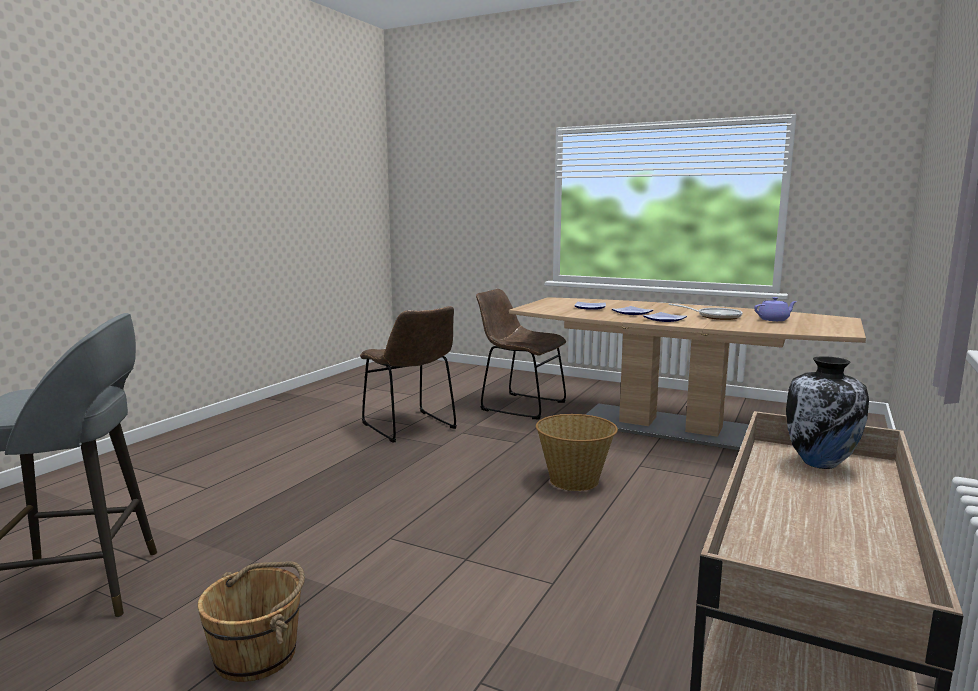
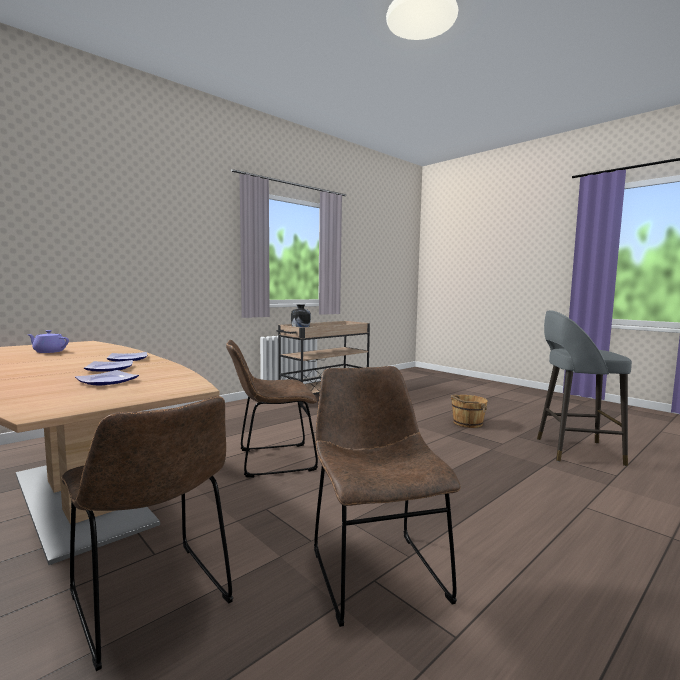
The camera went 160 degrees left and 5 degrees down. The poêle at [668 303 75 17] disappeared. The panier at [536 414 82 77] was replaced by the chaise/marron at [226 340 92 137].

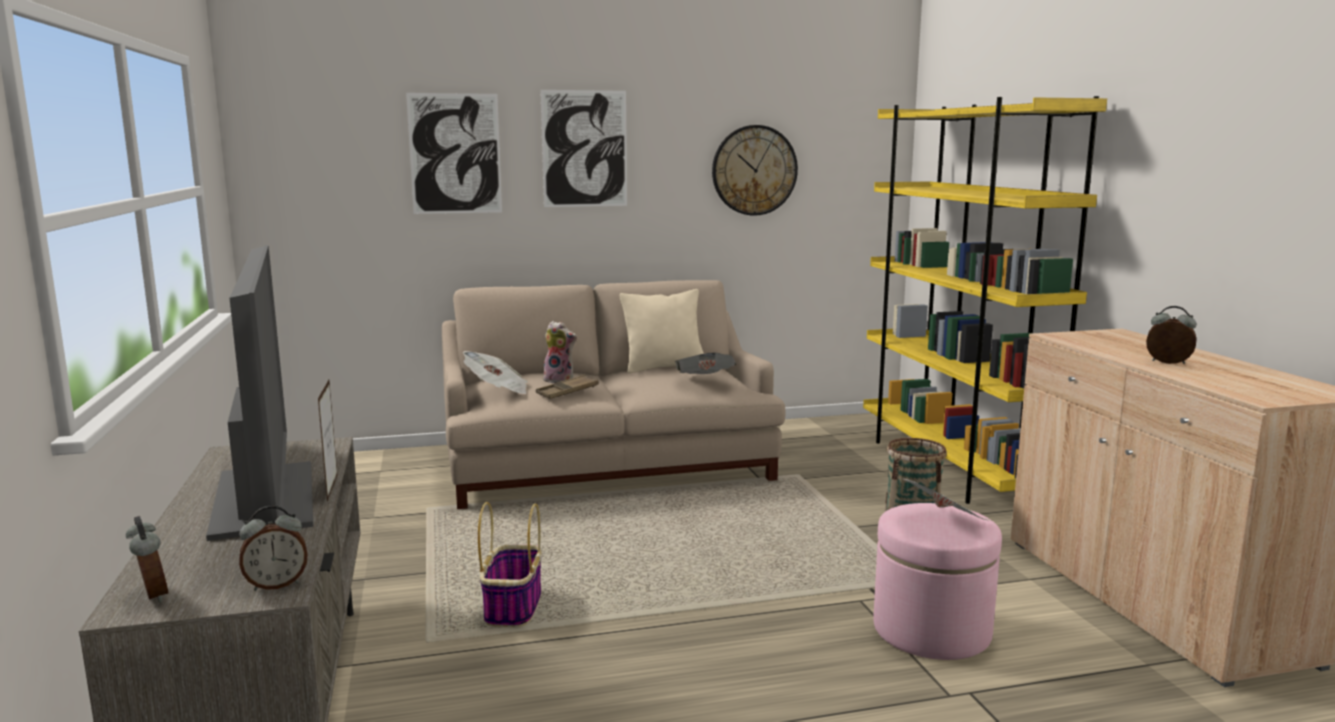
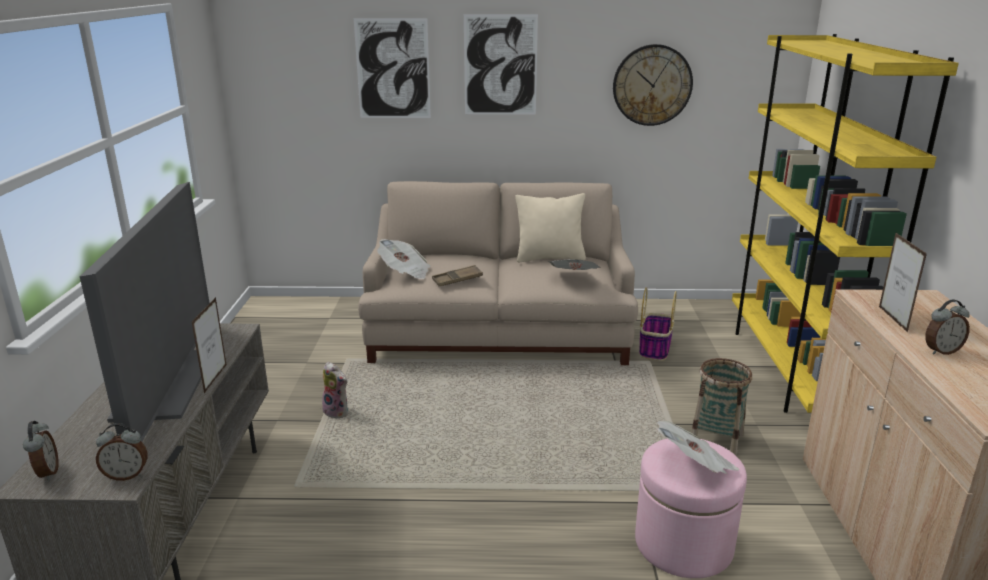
The camera went 15 degrees right and 10 degrees up. The réveil at [1146 306 51 58] turned 120 degrees clockwise. The peluche moved from [543 321 34 62] to [322 362 26 56]. The panier moved from [478 502 63 125] to [639 287 38 74]. The cadre photo at [879 233 48 100] appeared.

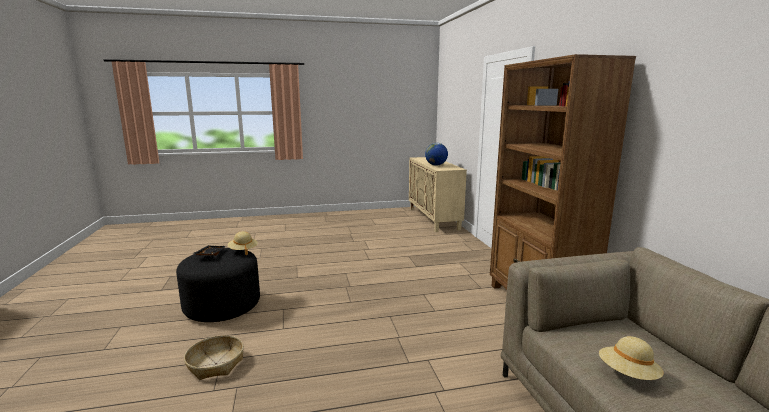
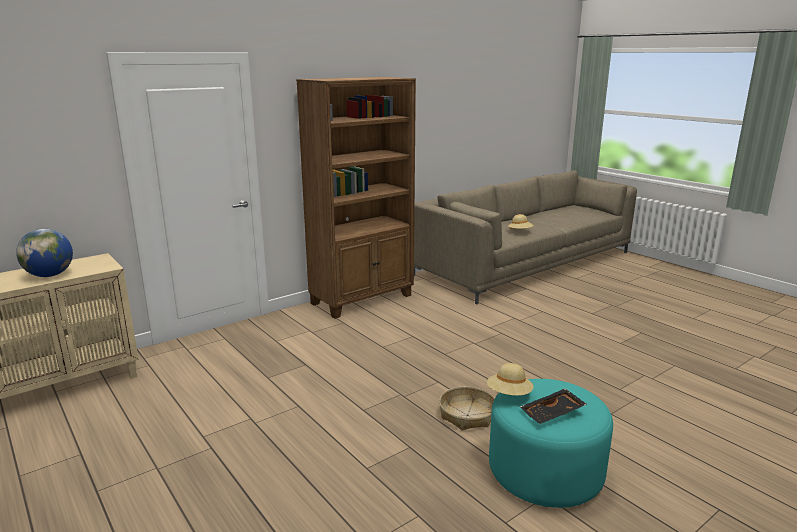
The camera went 115 degrees left and 5 degrees up. The pouf/noir at [176 248 84 74] became the pouf/turquoise at [489 379 124 129]. The panier moved from [184 335 60 45] to [439 387 56 43].

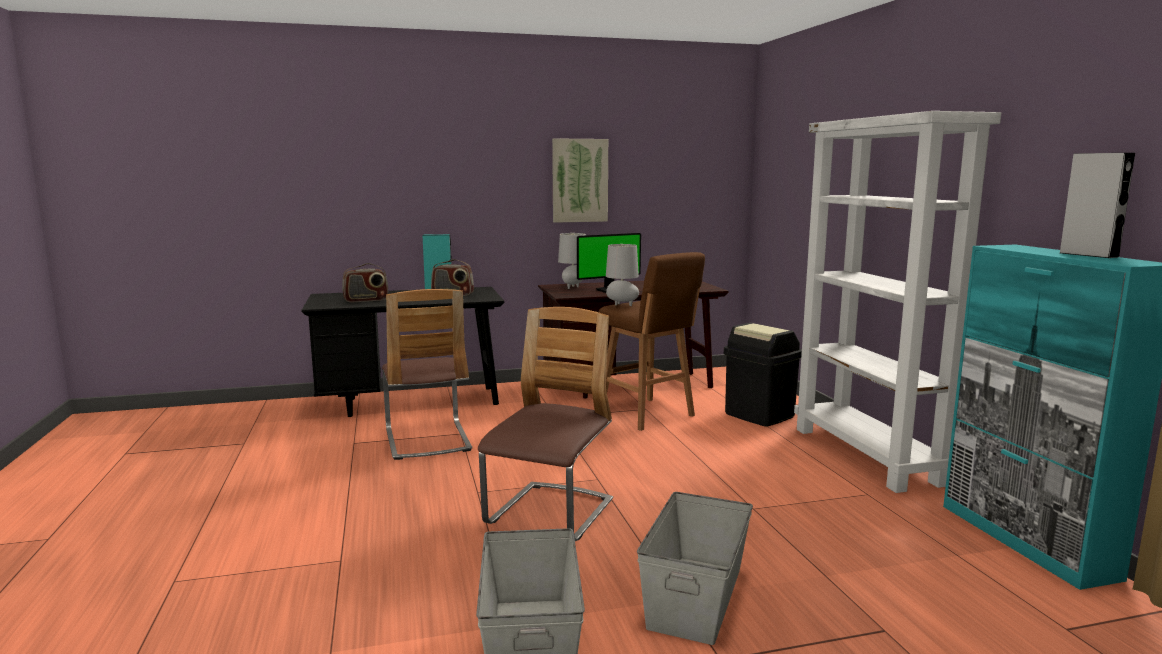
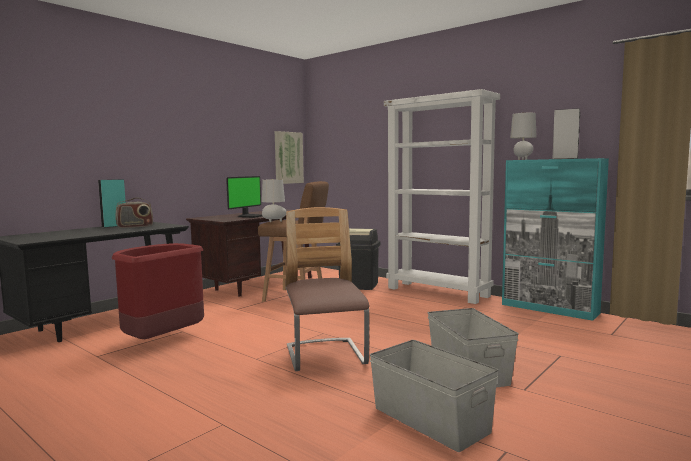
The camera went 35 degrees left and 5 degrees down. The tableau moved from [552 138 56 85] to [275 131 29 53]. The lampe de table/gris moved from [558 233 28 56] to [510 113 27 47]. The radio at [342 263 46 39] disappeared. The chaise at [382 289 90 171] was replaced by the poubelle/rouge at [112 243 92 96].

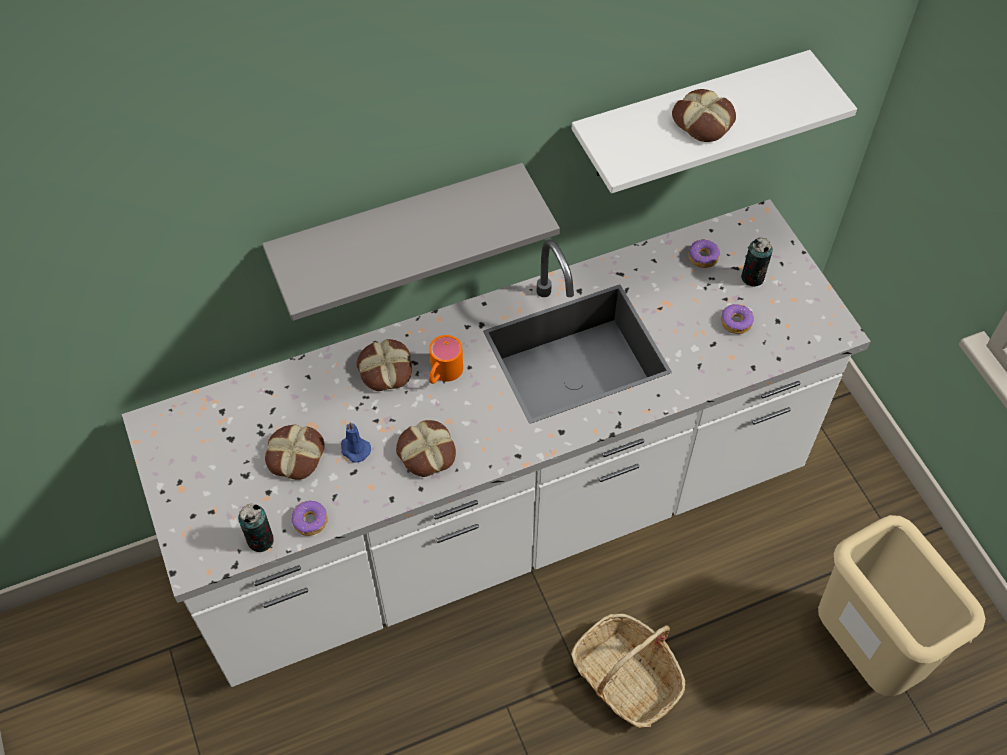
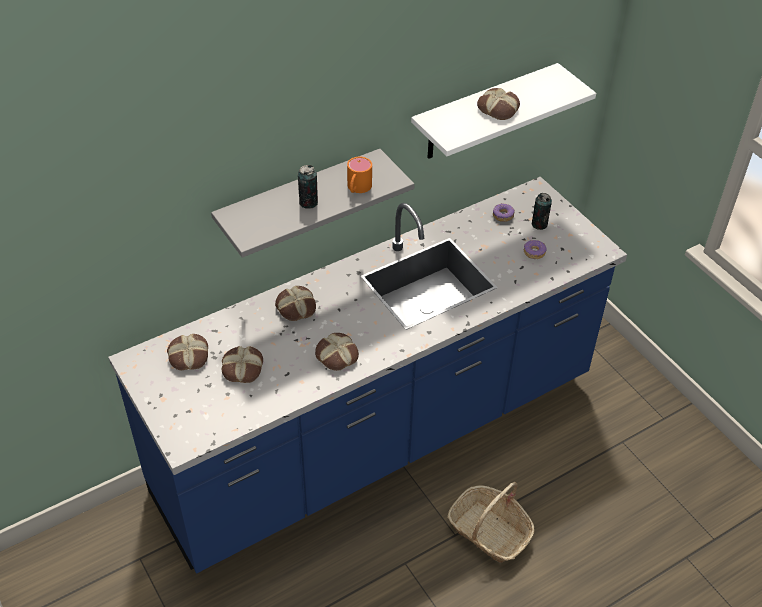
The camera went 10 degrees left and 10 degrees down. The comptoir de cuisine/blanc at [122 199 749 488] became the comptoir de cuisine/bleu at [108 177 519 396]. The mug/orange moved from [429 335 34 49] to [347 157 25 36]. The bougie/bleu at [341 422 30 40] disappeared. The beignet at [292 500 36 36] disappeared. The boîte métallique moved from [238 504 36 48] to [298 165 20 44]. The poubelle/beige at [818 515 168 181] disappeared. The pain at [167 334 41 36] appeared.

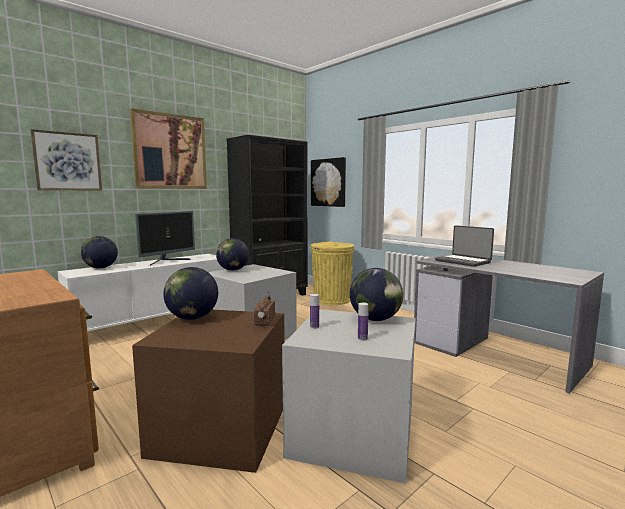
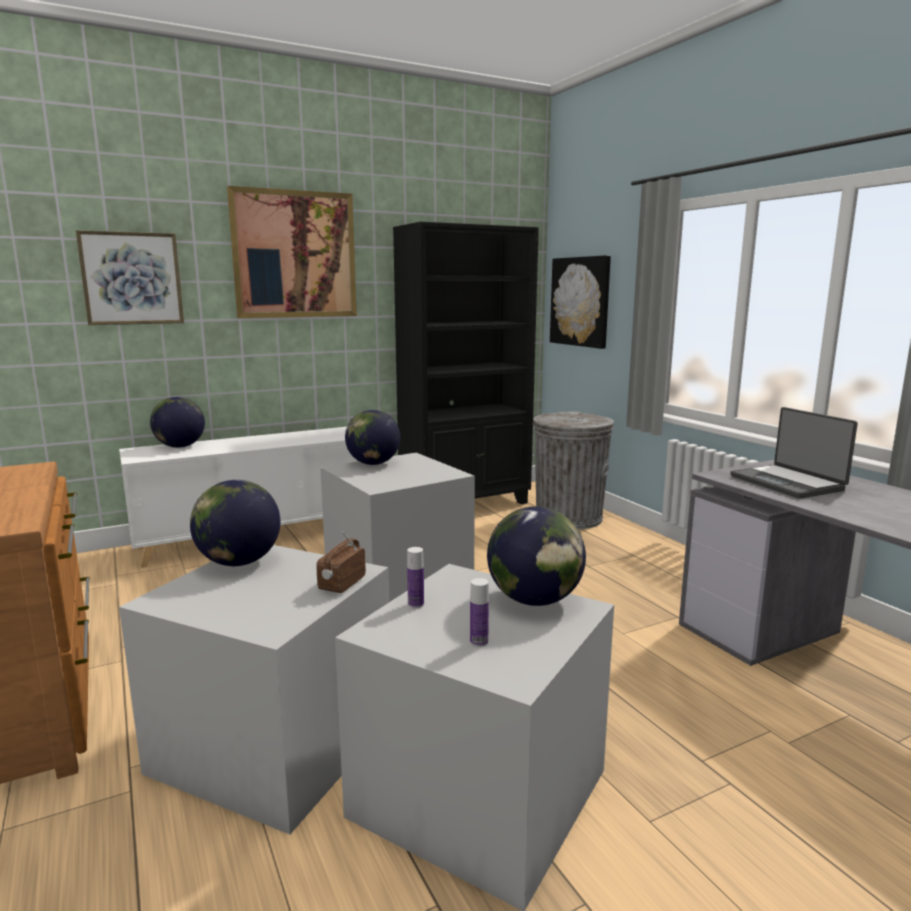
The camera went 15 degrees right and 5 degrees up. The écran d'ordinateur at [135 211 60 55] disappeared. The poubelle/jaune at [310 242 44 63] became the poubelle/gris at [533 411 81 118]. The boîte de rangement/marron at [132 310 153 163] became the boîte de rangement/gris at [119 545 270 290].

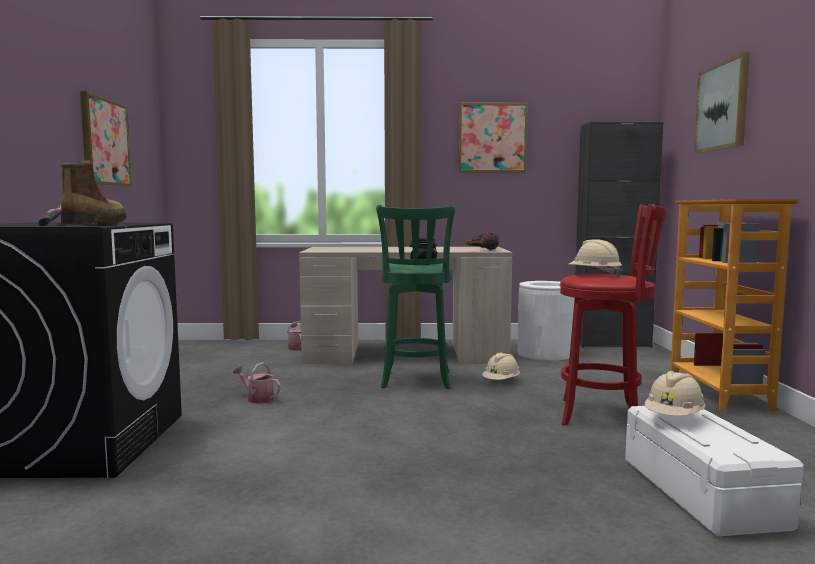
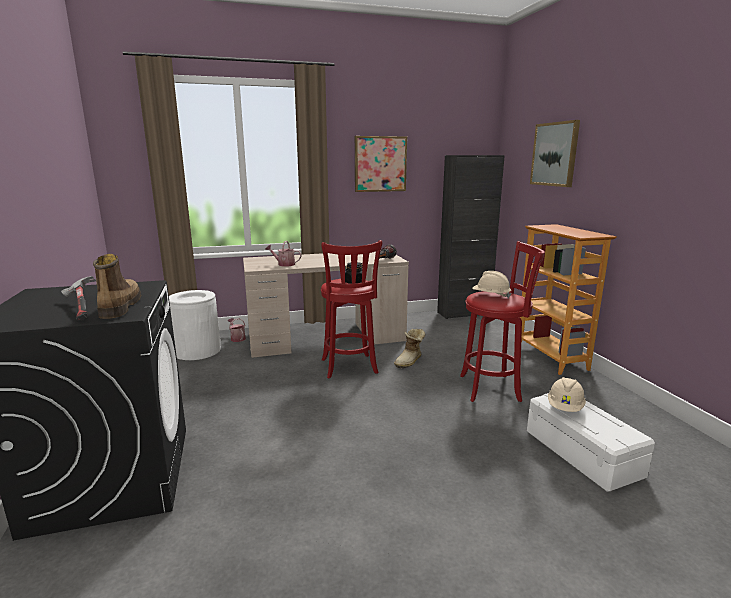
The camera went 15 degrees left and 10 degrees up. The tableau at [80 91 52 96] disappeared. The tabouret/vert at [376 205 79 184] became the tabouret/rouge at [321 240 61 138]. The poubelle/blanc moved from [518 281 57 80] to [169 290 52 70]. The casque de chantier/beige at [482 353 38 27] was replaced by the botte at [394 329 31 39]. The arrosoir moved from [233 362 48 42] to [265 241 36 26].

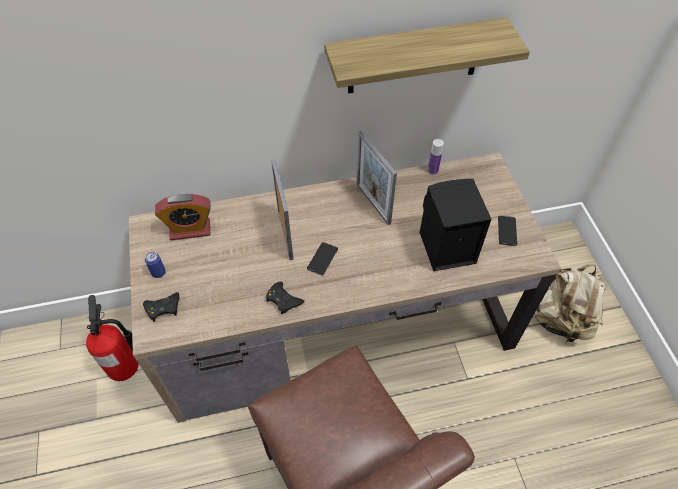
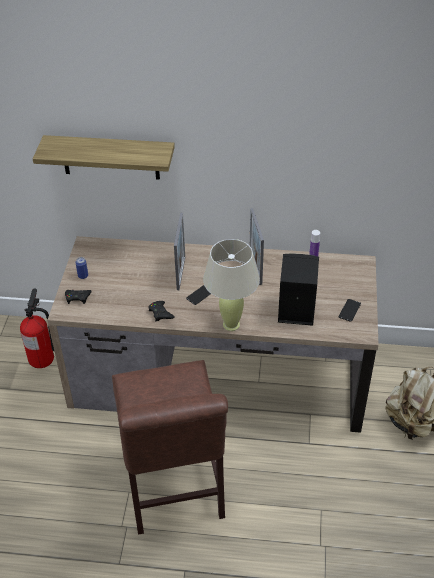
The camera went 20 degrees right and 10 degrees down. The étagère moved from [324 17 206 77] to [33 135 142 45]. The réveil at [155 194 56 46] disappeared. The lampe de table/beige at [203 239 57 92] appeared.

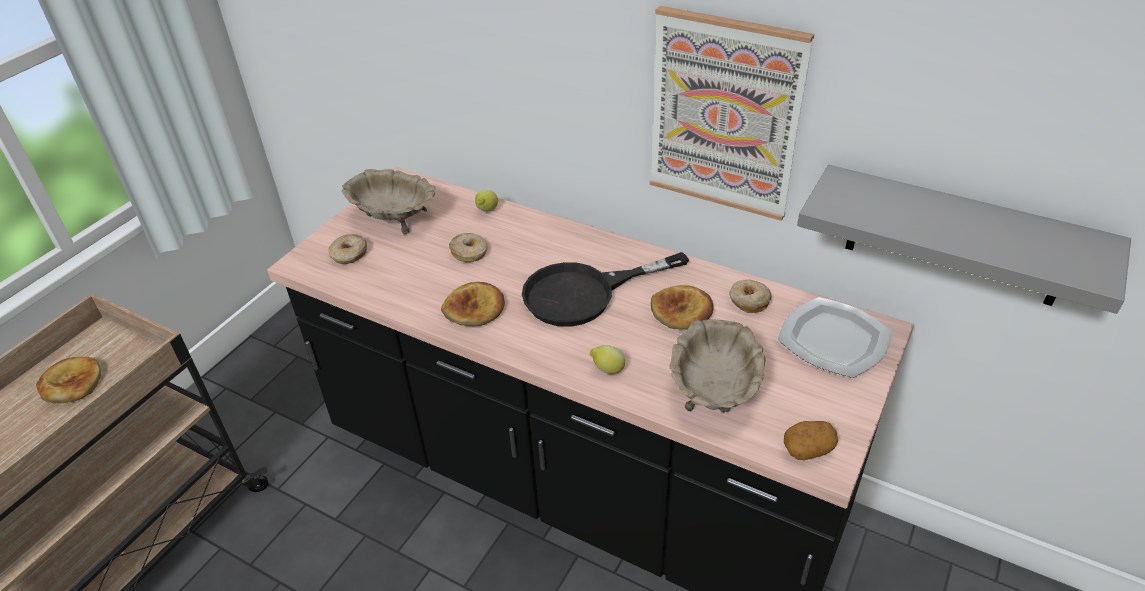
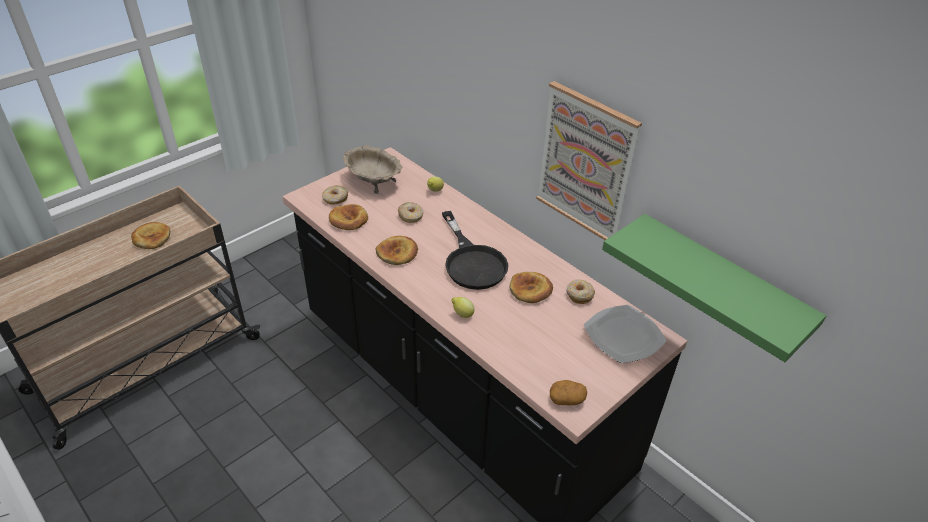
The camera went 15 degrees right and 0 degrees up. The étagère/gris at [797 165 334 149] became the étagère/vert at [602 214 224 148]. The poêle/noir at [522 252 167 75] turned 105 degrees counterclockwise. The bol/beige at [670 319 96 93] disappeared. The pain at [329 204 39 26] appeared.

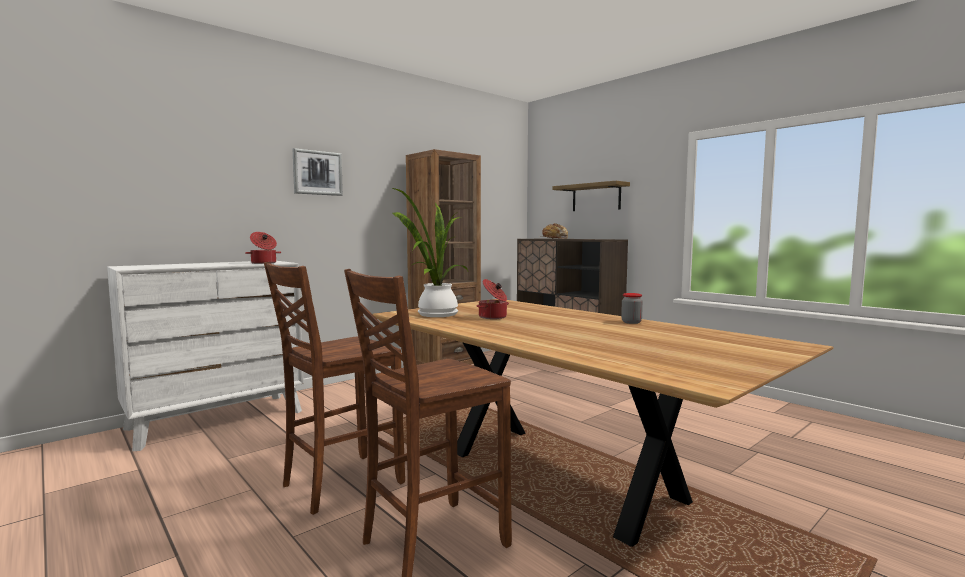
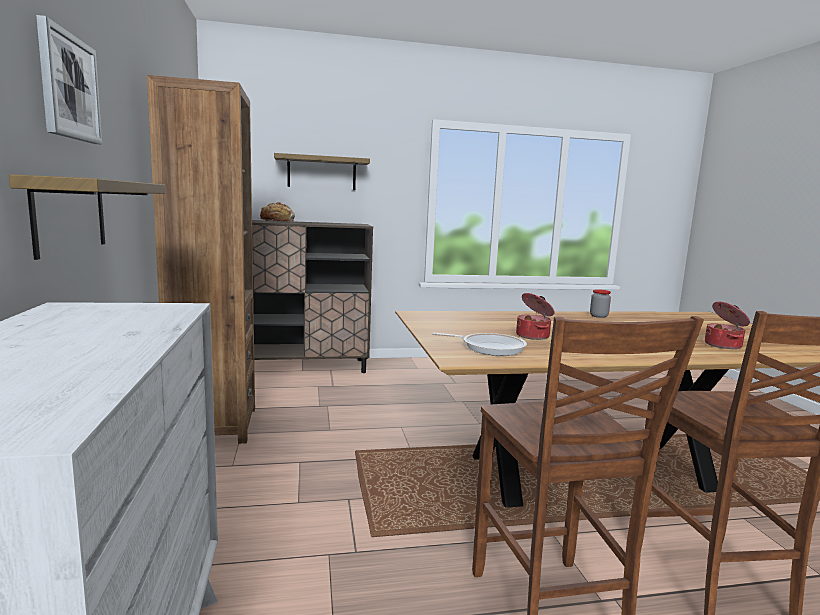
The camera went 60 degrees left and 5 degrees up. The plante en pot at [393 188 75 129] was replaced by the poêle at [432 333 95 23]. The marmite moved from [245 232 36 32] to [705 302 45 47]. The étagère at [9 174 157 86] appeared.

